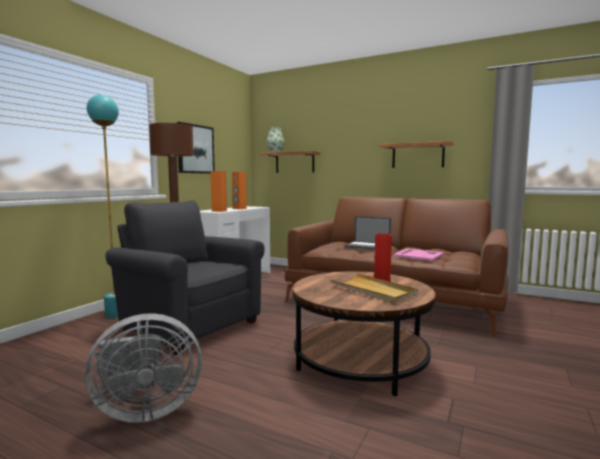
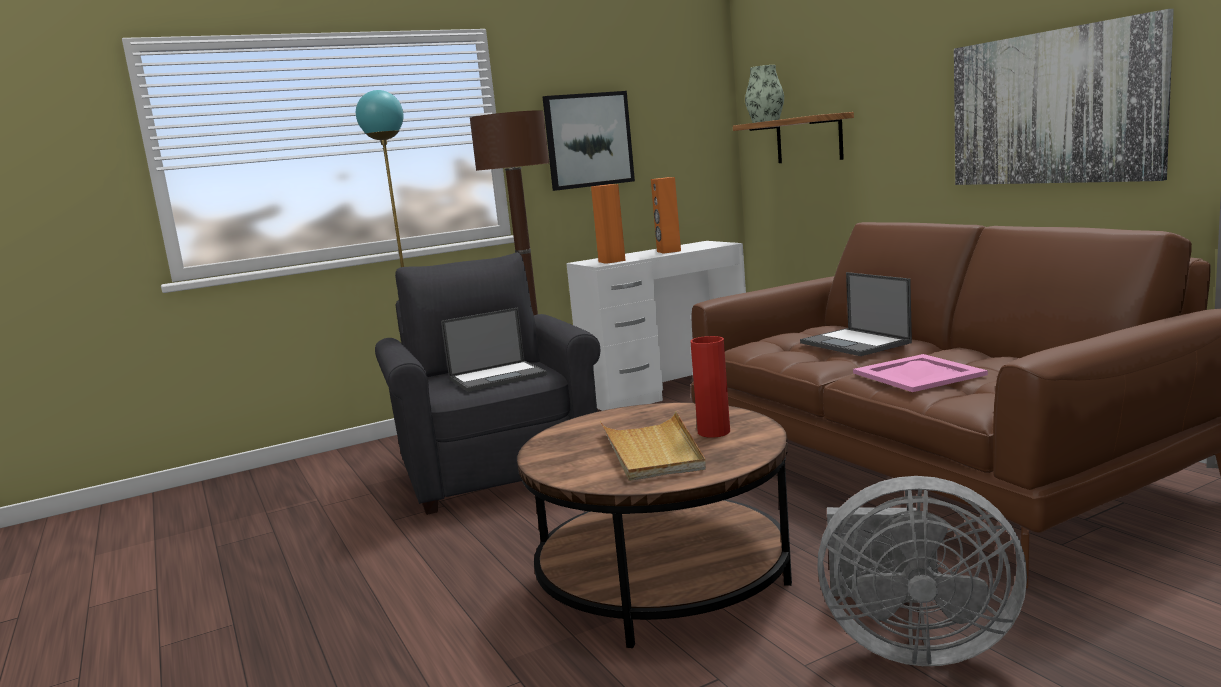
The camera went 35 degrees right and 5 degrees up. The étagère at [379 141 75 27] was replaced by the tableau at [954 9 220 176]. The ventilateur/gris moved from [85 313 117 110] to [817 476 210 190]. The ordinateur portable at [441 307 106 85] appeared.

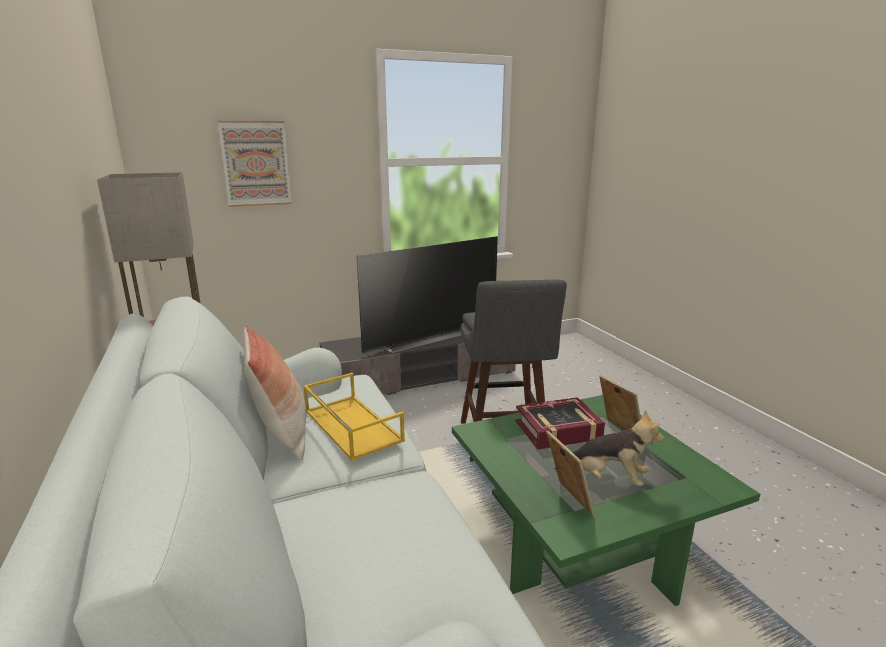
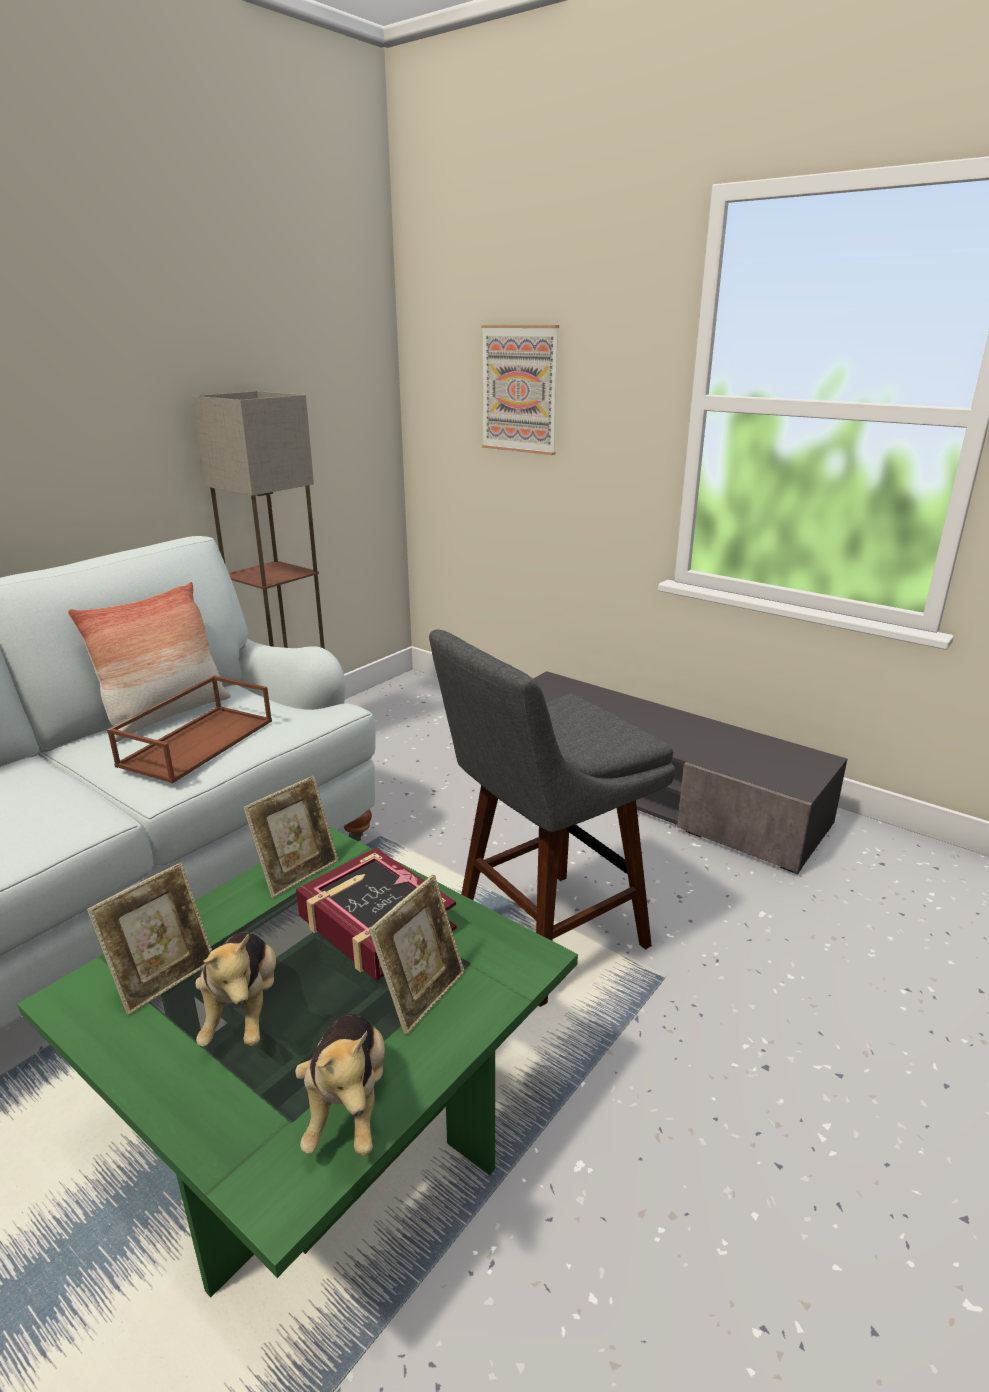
The camera went 60 degrees right and 5 degrees up. The téléviseur at [357 236 141 118] disappeared. The plateau/jaune at [303 373 102 88] became the plateau/marron at [107 675 165 108]. The cadre photo at [243 776 96 122] appeared. The peluche at [295 1014 90 142] appeared.

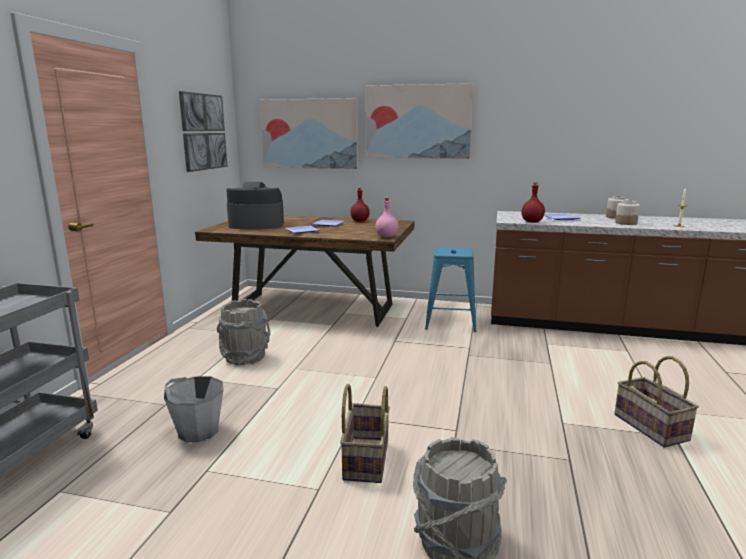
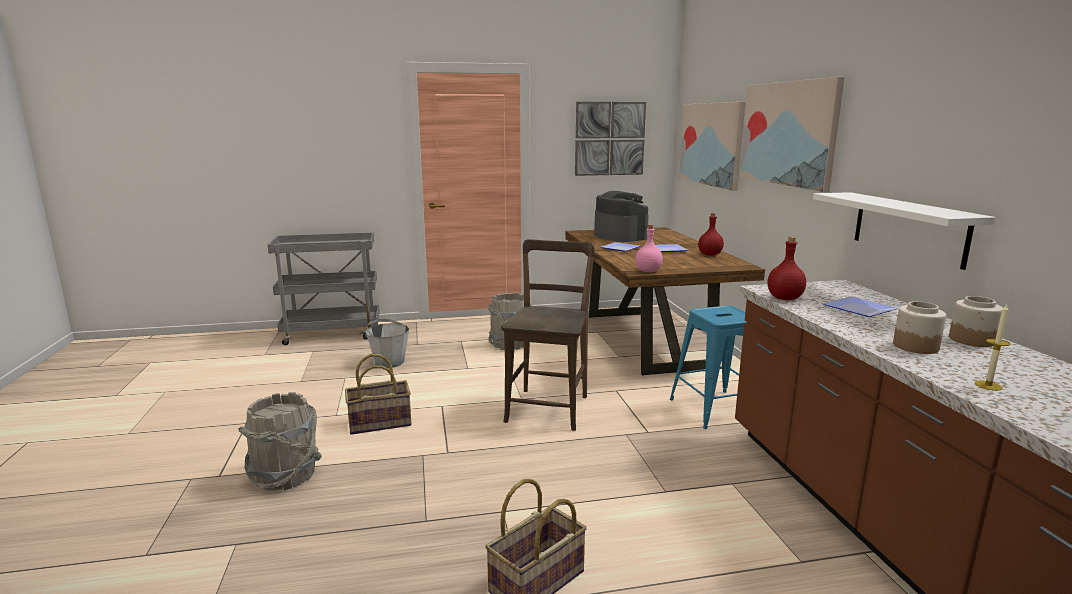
The camera went 65 degrees right and 0 degrees up. The étagère/blanc at [813 192 183 78] appeared. The chaise/marron at [501 239 93 192] appeared.

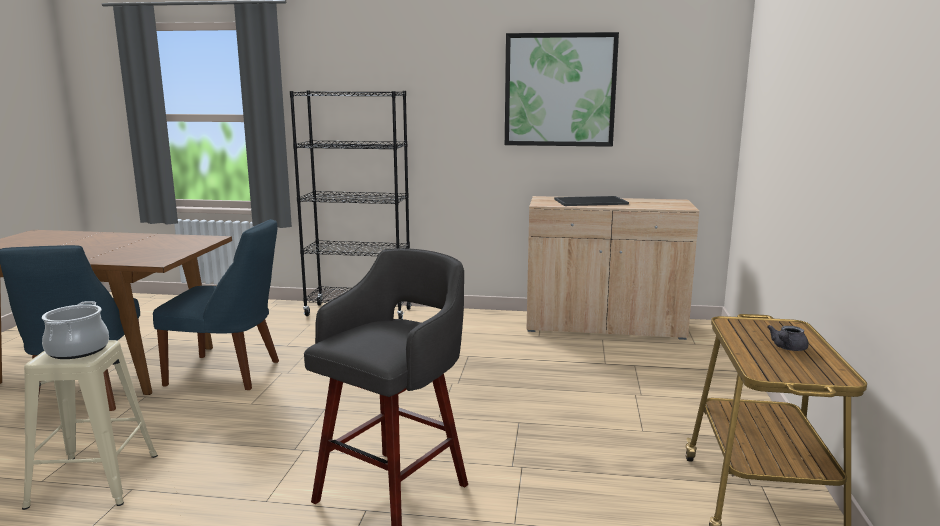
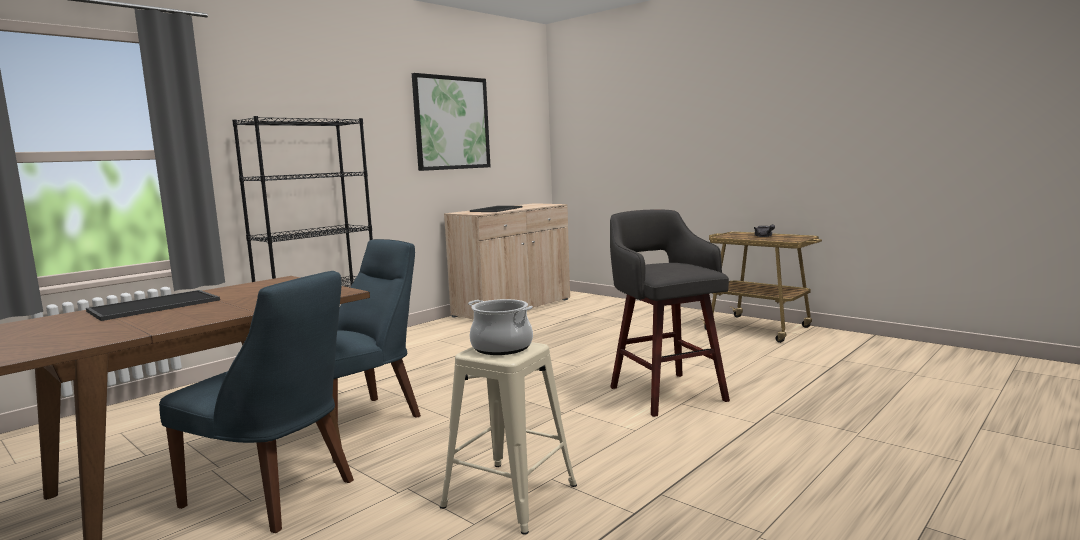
The camera went 55 degrees left and 5 degrees down. The plateau at [86 290 134 31] appeared.

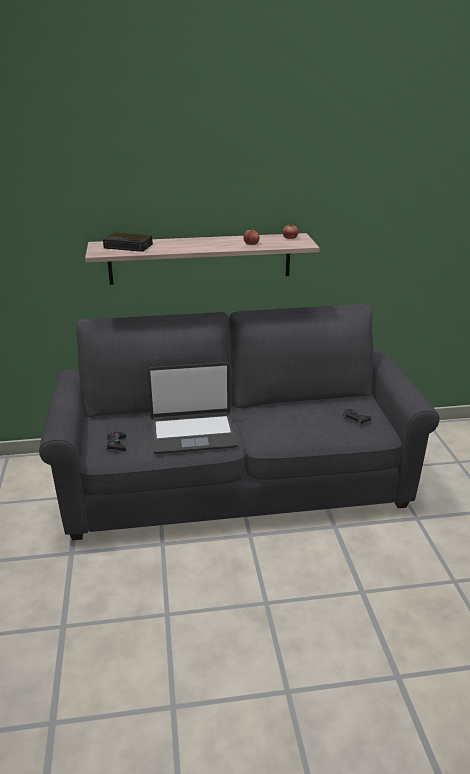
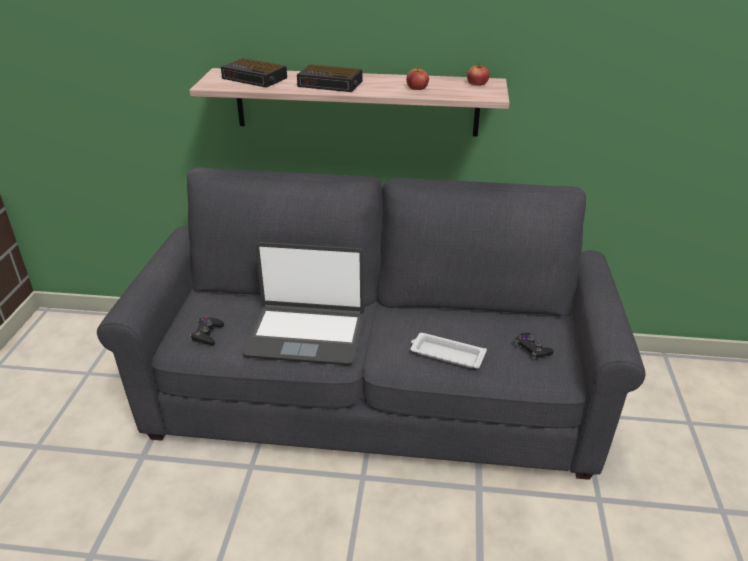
The camera went 15 degrees right and 5 degrees up. The réveil at [297 65 66 27] appeared. The plateau/blanc at [410 333 77 35] appeared.

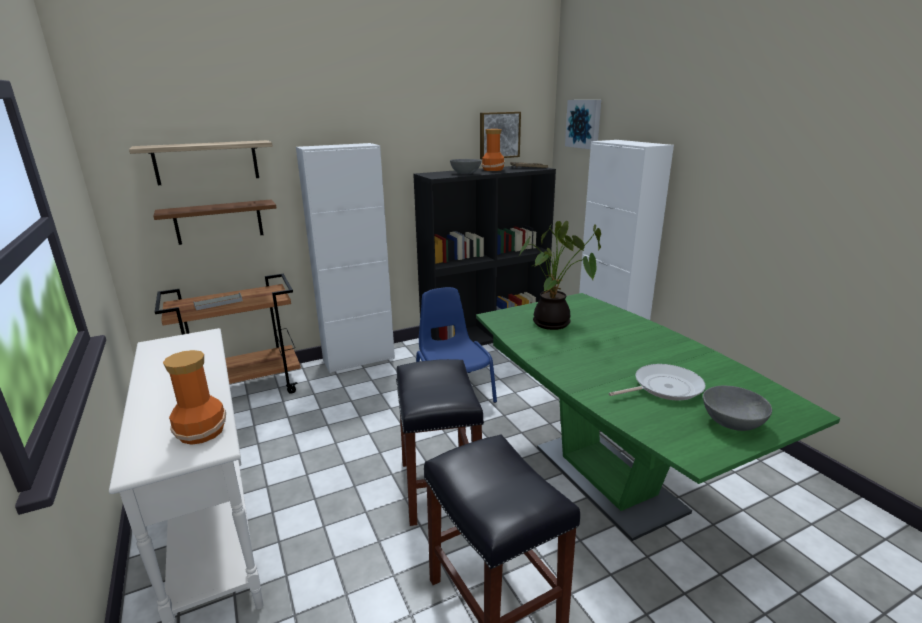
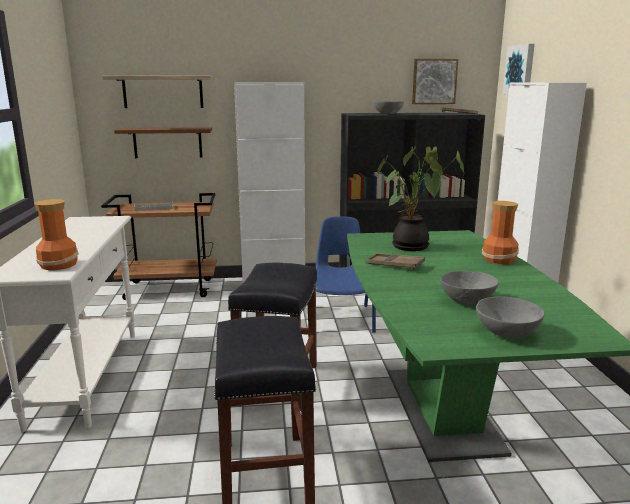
The camera went 20 degrees right and 5 degrees down. The vase moved from [482 129 23 42] to [482 201 37 63]. The poêle at [609 364 97 36] was replaced by the bol/gris at [441 271 58 34]. The plateau/marron at [365 253 60 16] appeared.

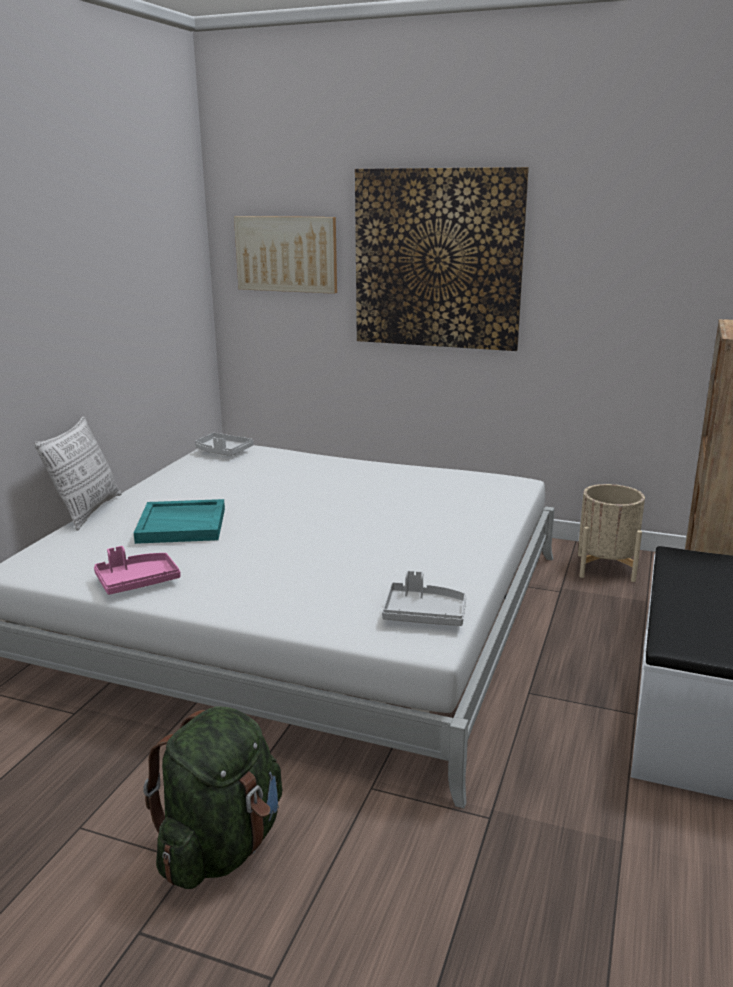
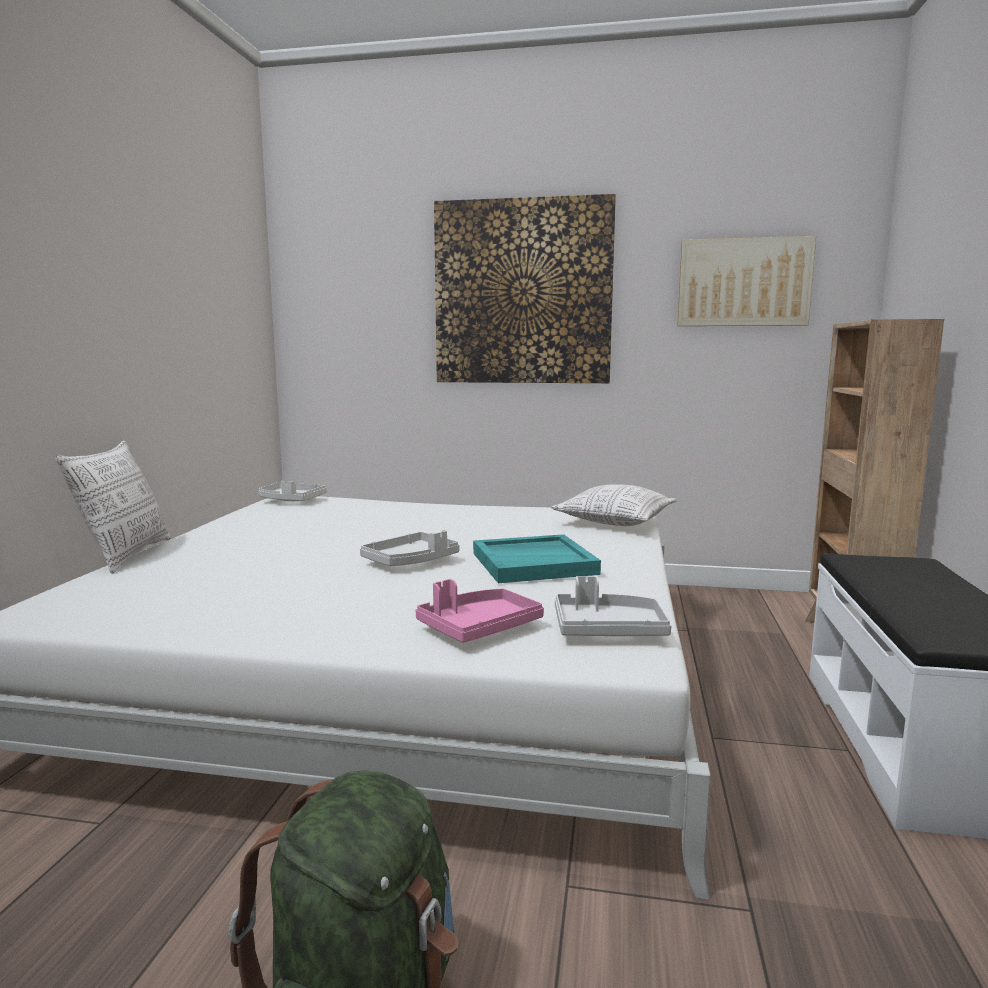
The camera went 10 degrees left and 10 degrees down. The tableau moved from [234 216 103 78] to [677 236 139 90]. The cache-pot/beige at [578 484 67 98] disappeared. The plateau/turquoise moved from [134 499 91 45] to [473 534 128 49]. The plateau/rose moved from [94 546 87 49] to [416 579 128 64]. The coussin at [551 484 126 42] appeared. The plateau/gris at [360 530 100 36] appeared.

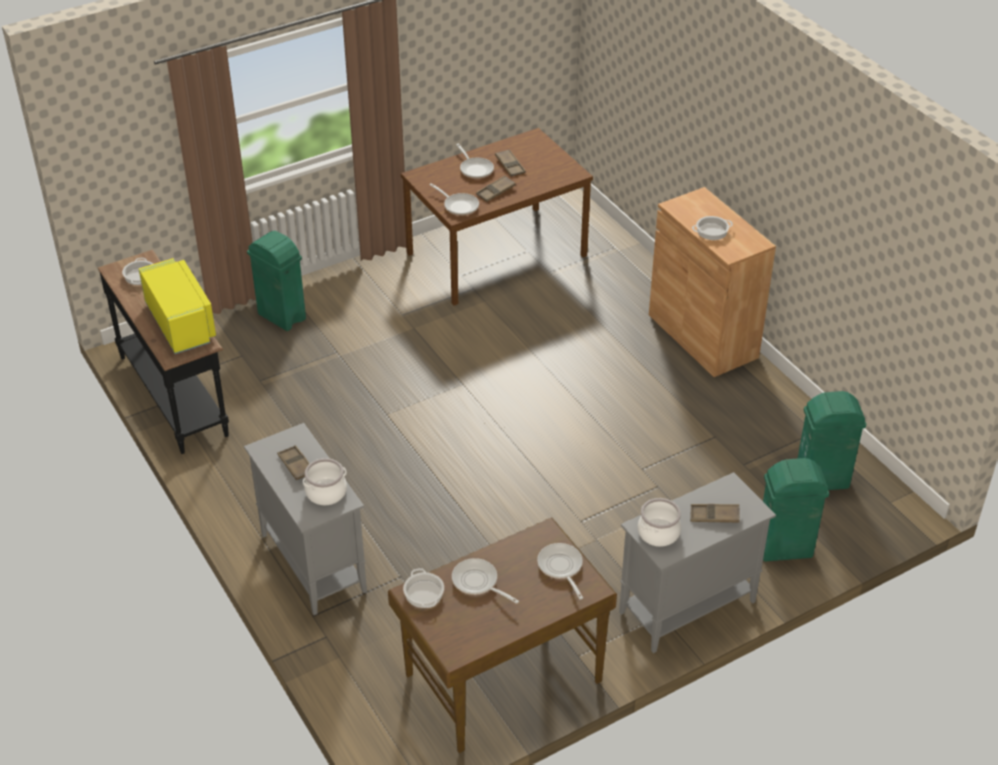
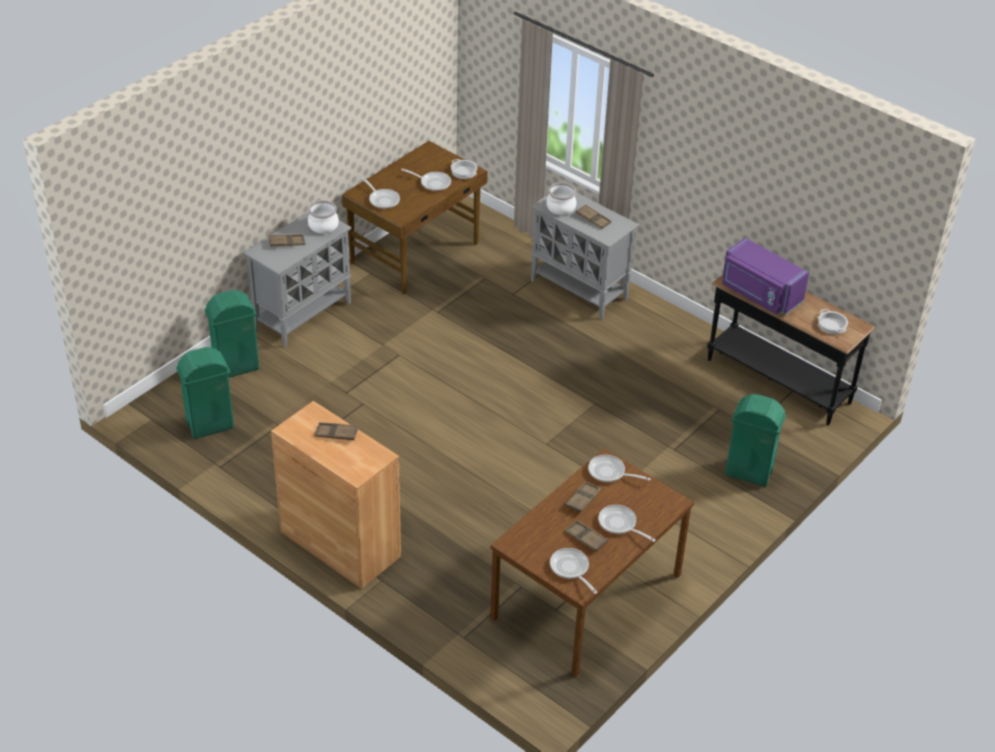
The camera went 160 degrees right and 0 degrees up. The marmite at [692 216 41 24] was replaced by the plateau/marron at [314 422 45 18]. The micro-ondes/jaune at [139 258 77 96] became the micro-ondes/violet at [722 238 87 77]. The poêle at [550 548 48 46] appeared.

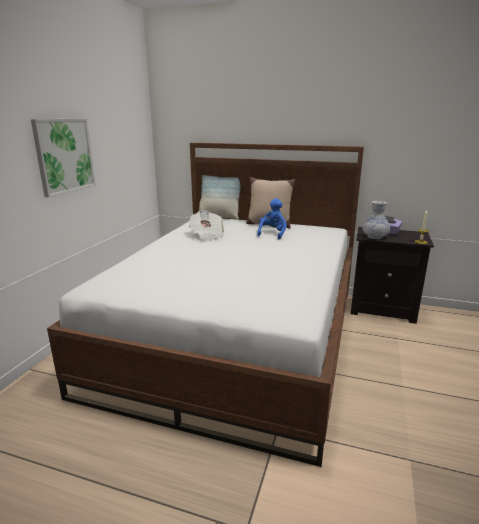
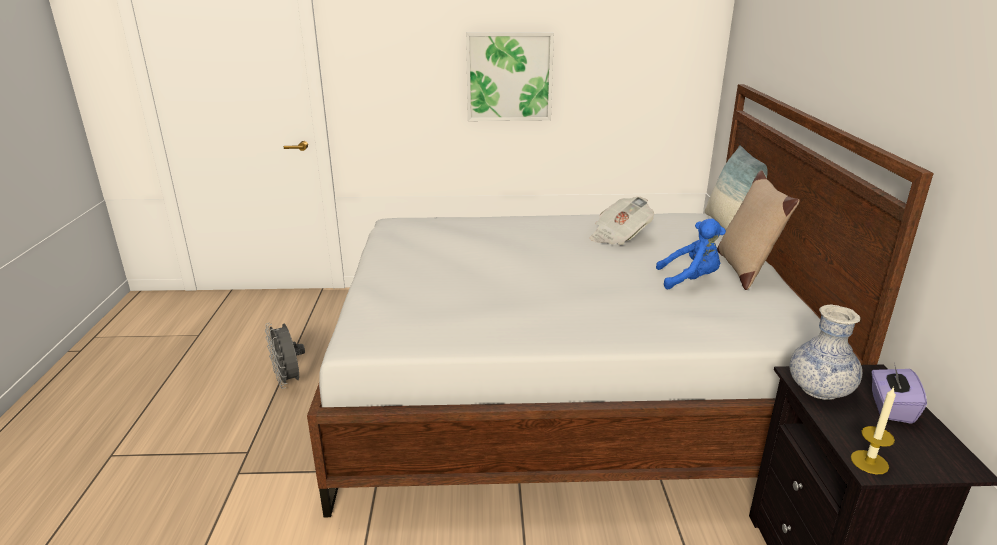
The camera went 70 degrees right and 5 degrees up. The ventilateur/gris at [265 322 40 67] appeared.

